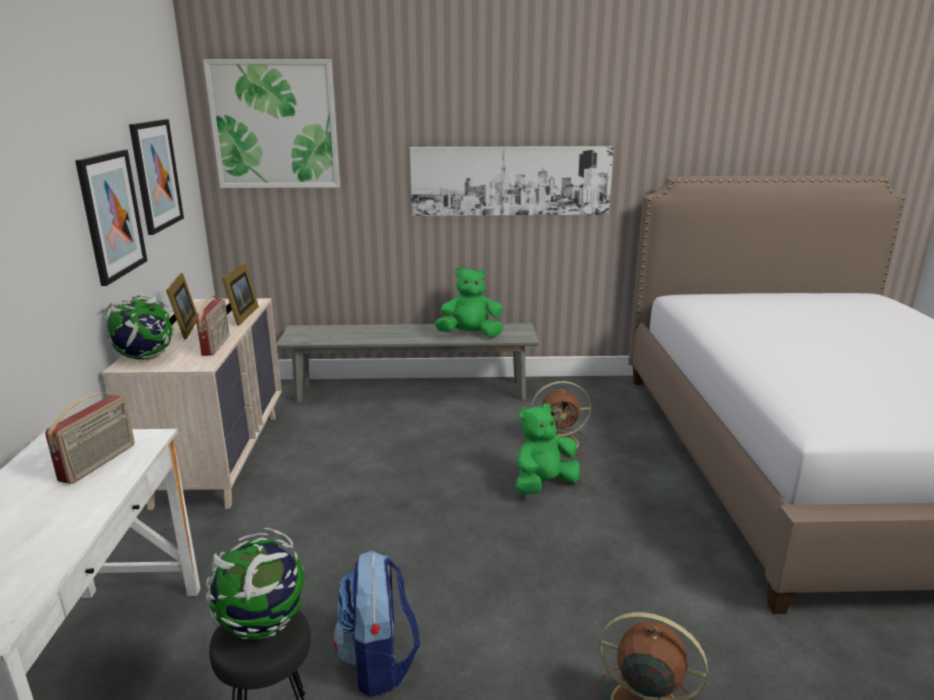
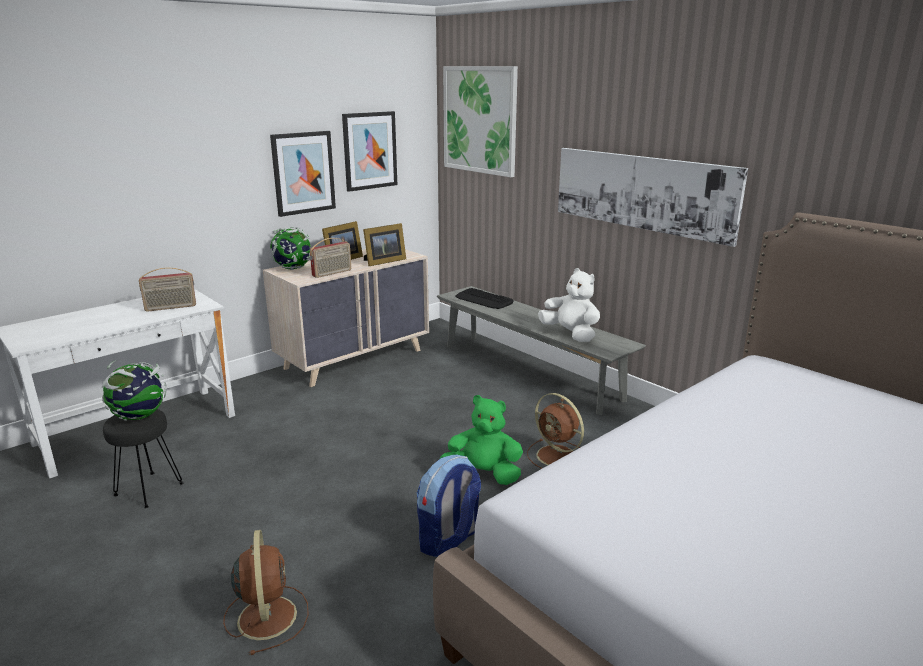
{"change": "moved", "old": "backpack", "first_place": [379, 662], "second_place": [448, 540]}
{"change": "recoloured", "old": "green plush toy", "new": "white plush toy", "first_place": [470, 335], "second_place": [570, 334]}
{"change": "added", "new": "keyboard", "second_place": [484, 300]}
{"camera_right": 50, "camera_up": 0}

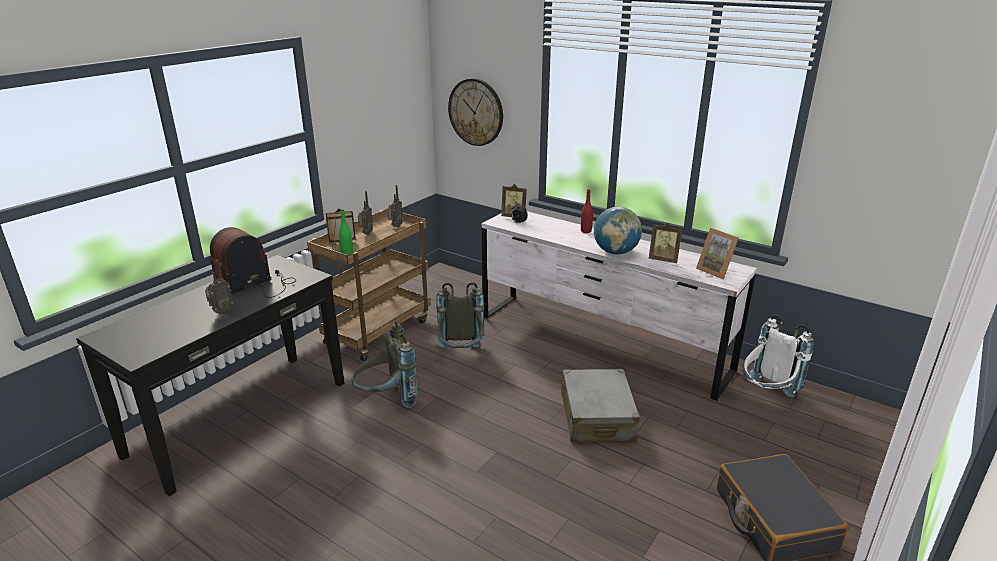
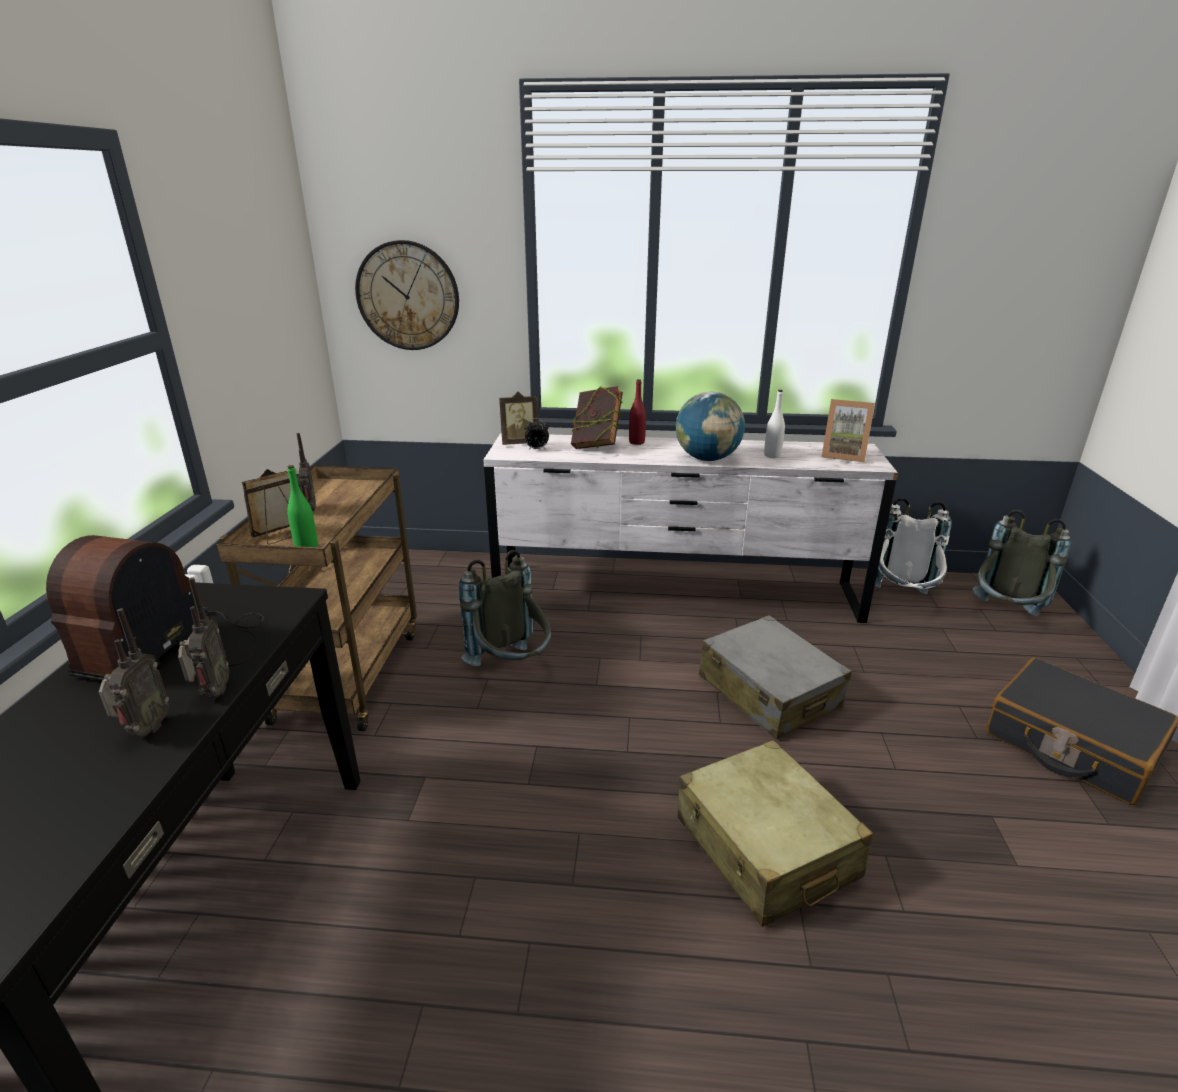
{"change": "moved", "old": "grey backpack", "first_place": [387, 400], "second_place": [1004, 616]}
{"change": "moved", "old": "radio", "first_place": [395, 226], "second_place": [212, 694]}
{"change": "replaced", "old": "picture frame", "new": "white bottle", "first_place": [663, 259], "second_place": [772, 455]}
{"change": "added", "new": "book", "second_place": [596, 446]}
{"change": "added", "new": "beige suitcase", "second_place": [765, 848]}
{"camera_right": -30, "camera_up": 0}

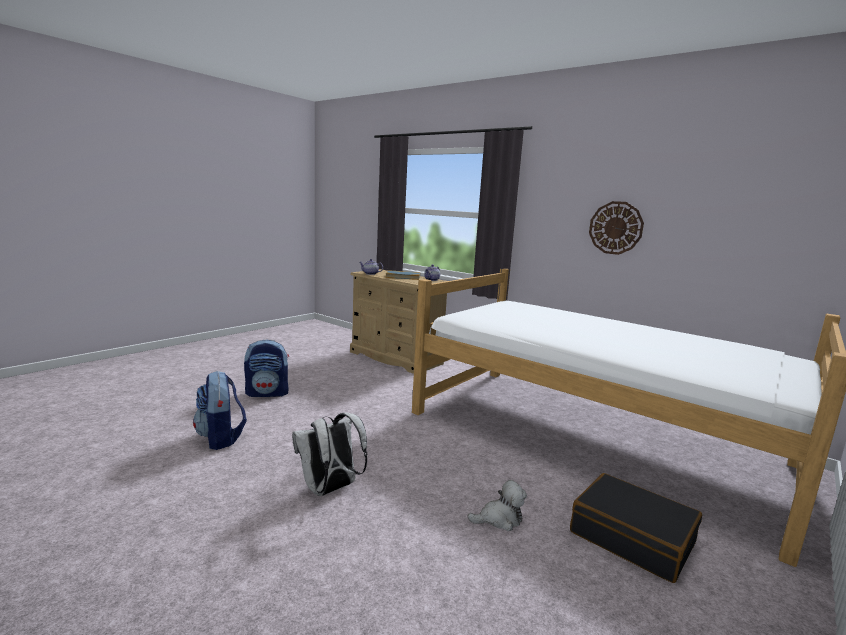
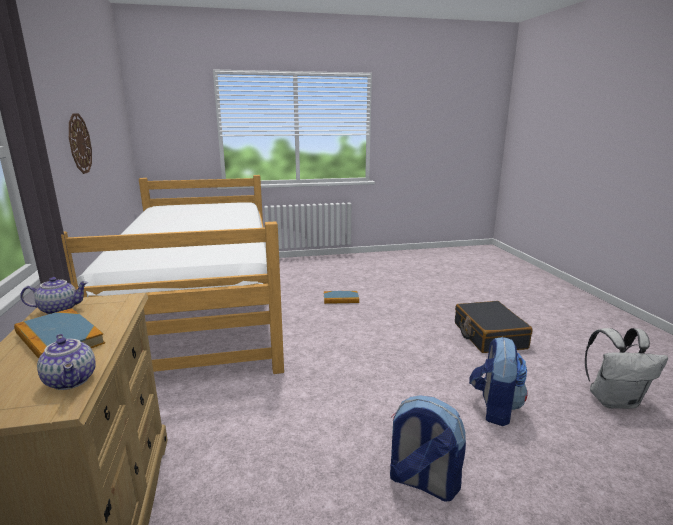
{"change": "moved", "old": "white backpack", "first_place": [330, 489], "second_place": [614, 400]}
{"change": "replaced", "old": "plush toy", "new": "book", "first_place": [499, 519], "second_place": [341, 299]}
{"change": "moved", "old": "black suitcase", "first_place": [632, 537], "second_place": [489, 335]}
{"camera_right": -140, "camera_up": 5}

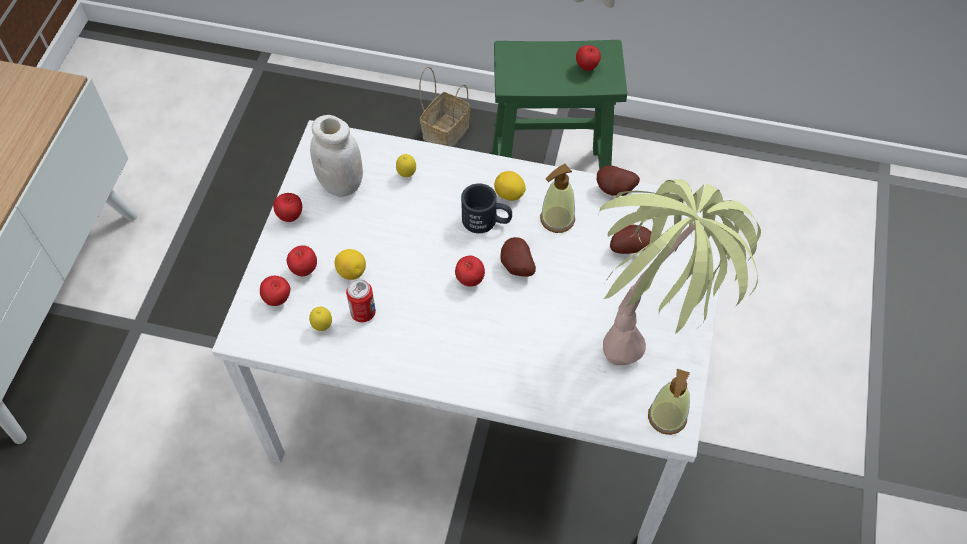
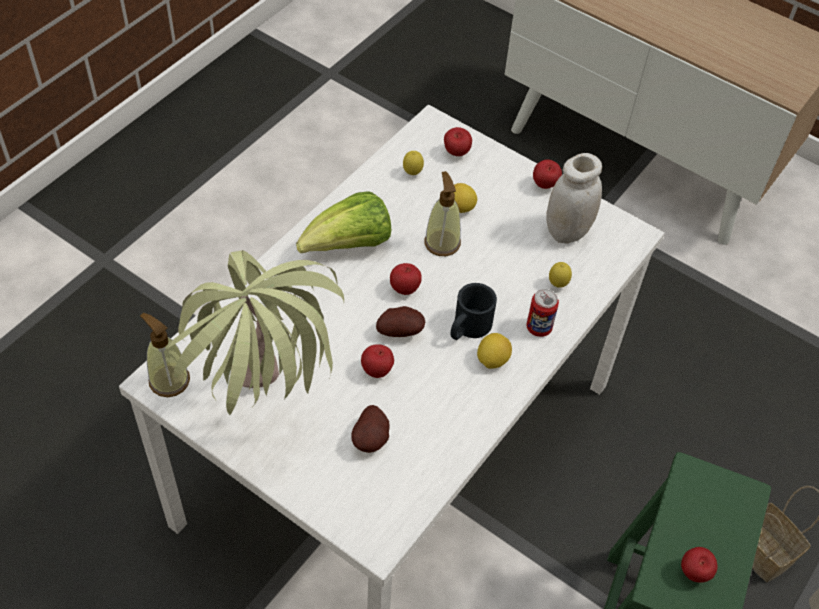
{"change": "moved", "old": "apple", "first_place": [304, 269], "second_place": [377, 371]}
{"change": "moved", "old": "can", "first_place": [363, 313], "second_place": [539, 328]}
{"change": "moved", "old": "soap dispenser", "first_place": [557, 219], "second_place": [442, 242]}
{"change": "removed", "old": "potato", "first_place": [615, 191]}
{"change": "added", "new": "lettuce", "second_place": [349, 246]}
{"camera_right": 110, "camera_up": -5}

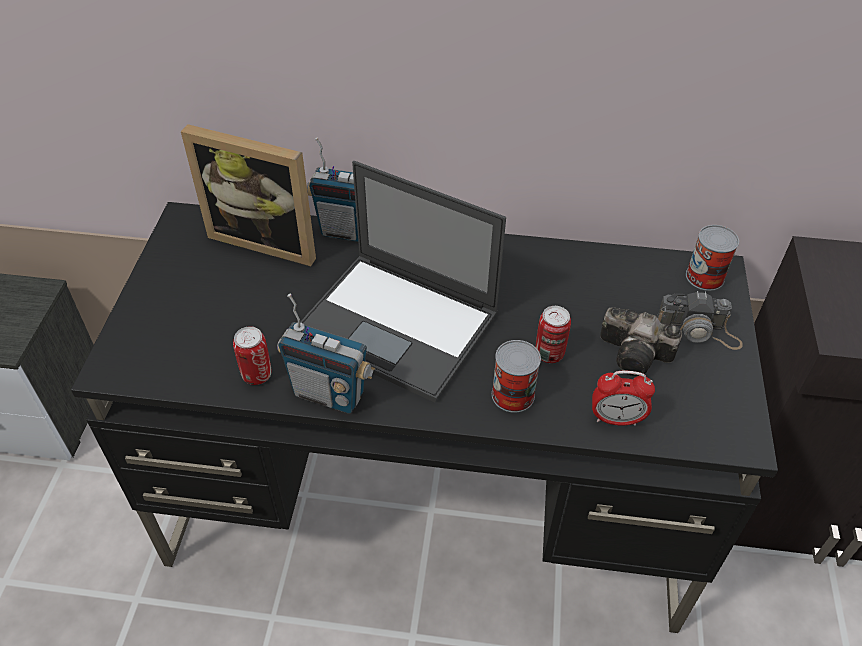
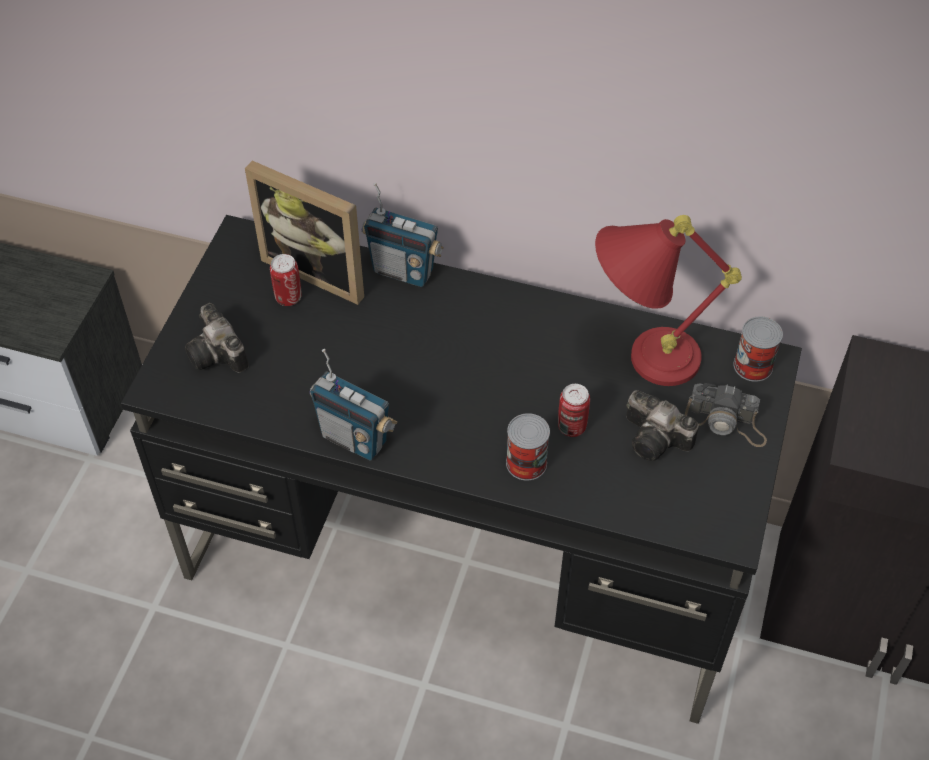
{"change": "moved", "old": "can", "first_place": [257, 375], "second_place": [288, 297]}
{"change": "removed", "old": "laptop", "first_place": [399, 325]}
{"change": "removed", "old": "alarm clock", "first_place": [616, 419]}
{"change": "added", "new": "photo camera", "second_place": [219, 355]}
{"change": "added", "new": "red table lamp", "second_place": [639, 359]}
{"camera_right": 10, "camera_up": 5}

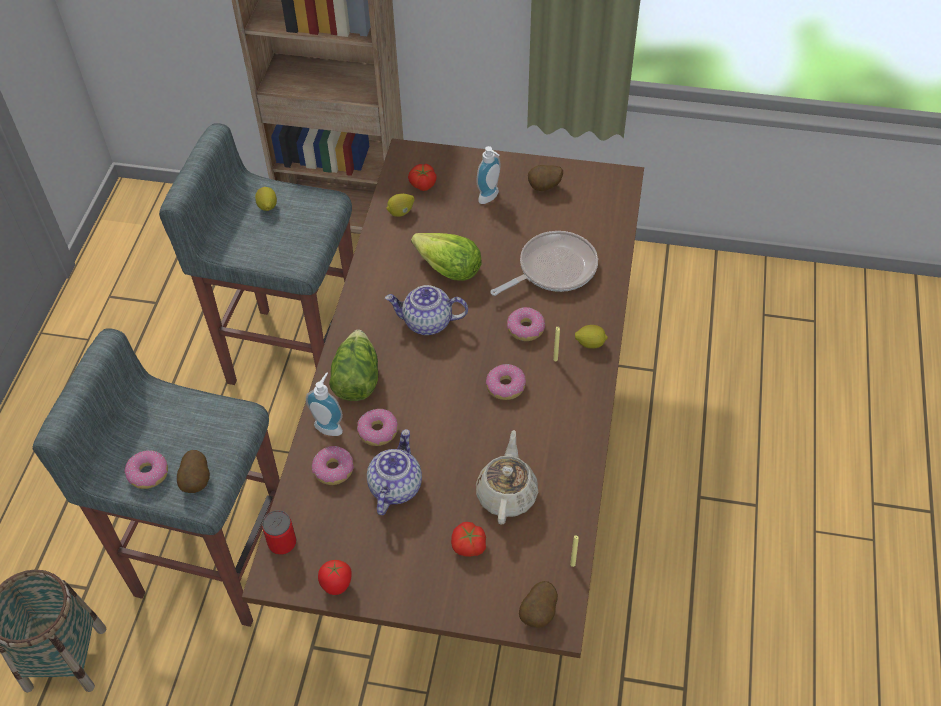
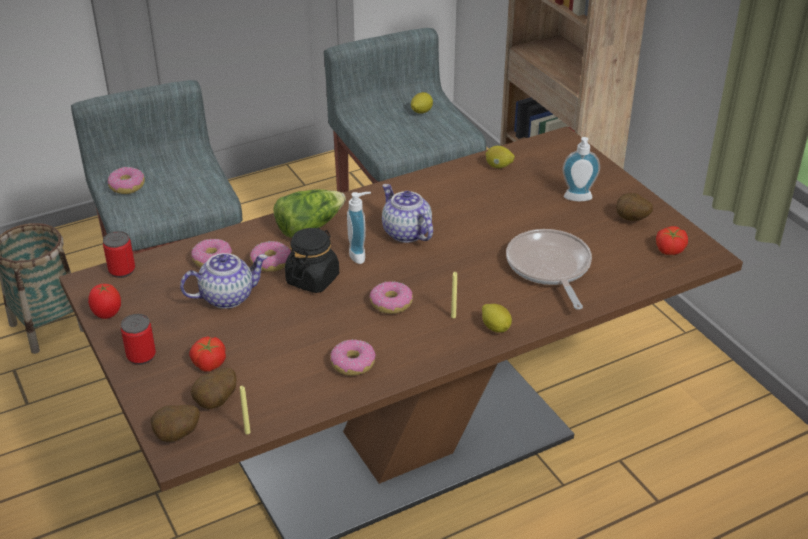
{"change": "moved", "old": "potato", "first_place": [197, 481], "second_place": [217, 402]}
{"change": "moved", "old": "soap dispenser", "first_place": [330, 425], "second_place": [360, 254]}
{"change": "moved", "old": "tomato", "first_place": [422, 184], "second_place": [669, 249]}
{"change": "removed", "old": "lettuce", "first_place": [447, 269]}
{"change": "removed", "old": "beige teapot", "first_place": [507, 493]}
{"change": "turned", "old": "frying pan", "first_place": [553, 269], "second_place": [549, 268], "degrees": -120}
{"change": "moved", "old": "donut", "first_place": [526, 329], "second_place": [353, 364]}
{"change": "added", "new": "can", "second_place": [141, 356]}
{"change": "added", "new": "black jar", "second_place": [312, 279]}
{"camera_right": 50, "camera_up": -15}

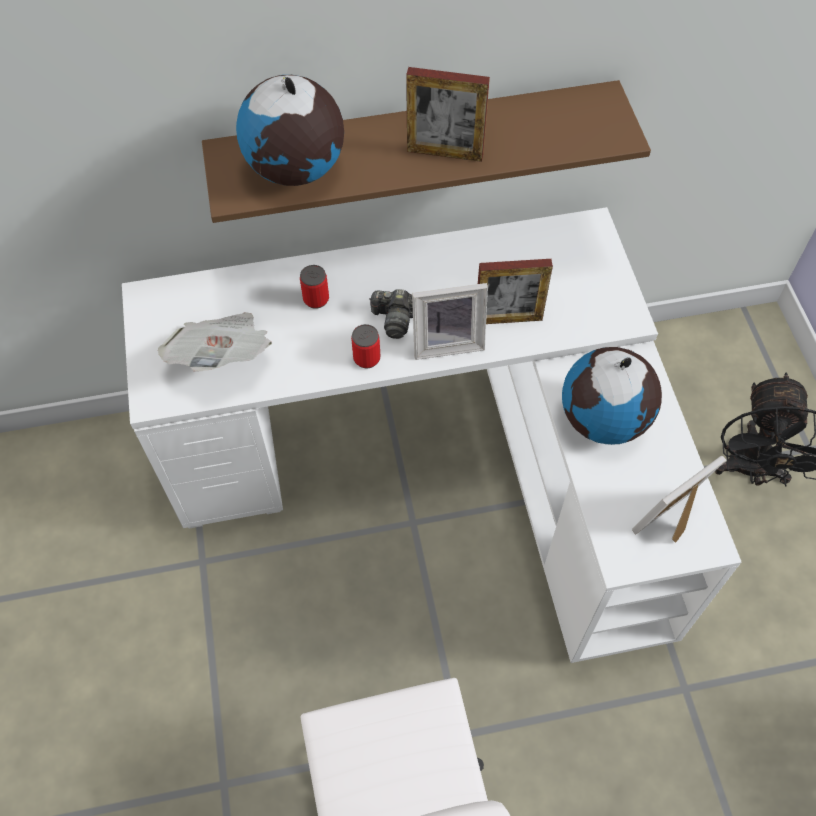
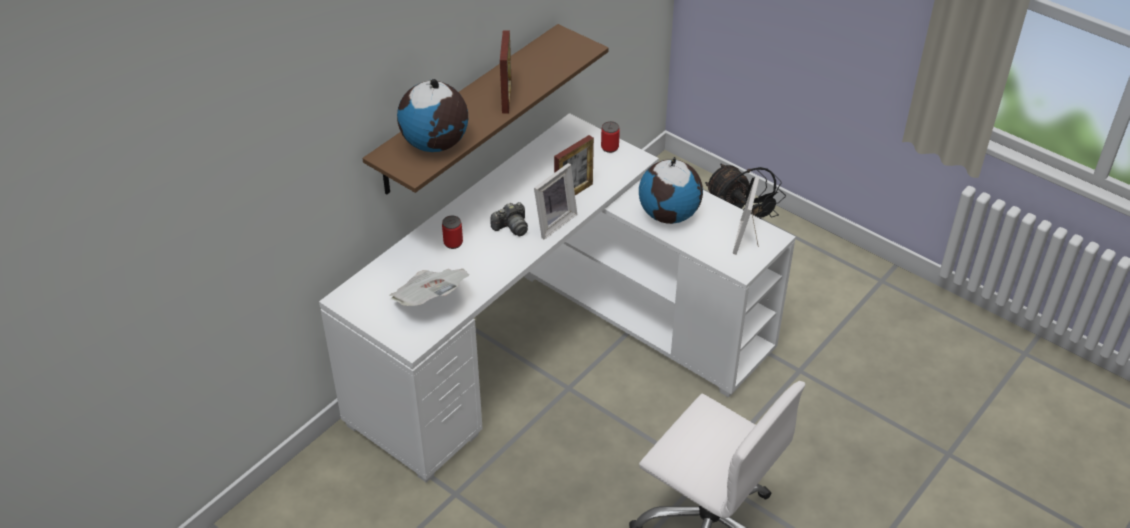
{"change": "moved", "old": "can", "first_place": [366, 358], "second_place": [609, 147]}
{"change": "turned", "old": "picture frame", "first_place": [445, 153], "second_place": [506, 98], "degrees": -60}
{"camera_right": -40, "camera_up": -15}

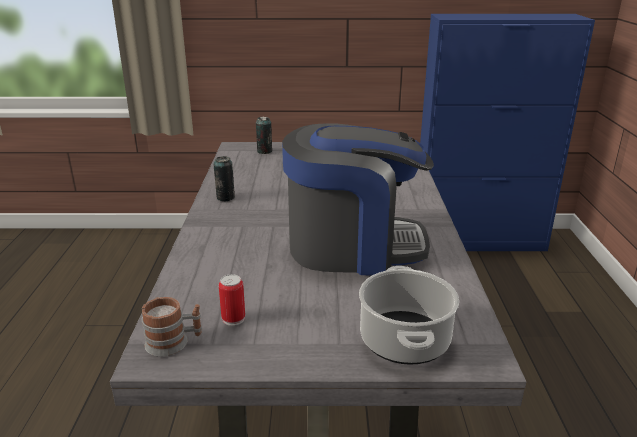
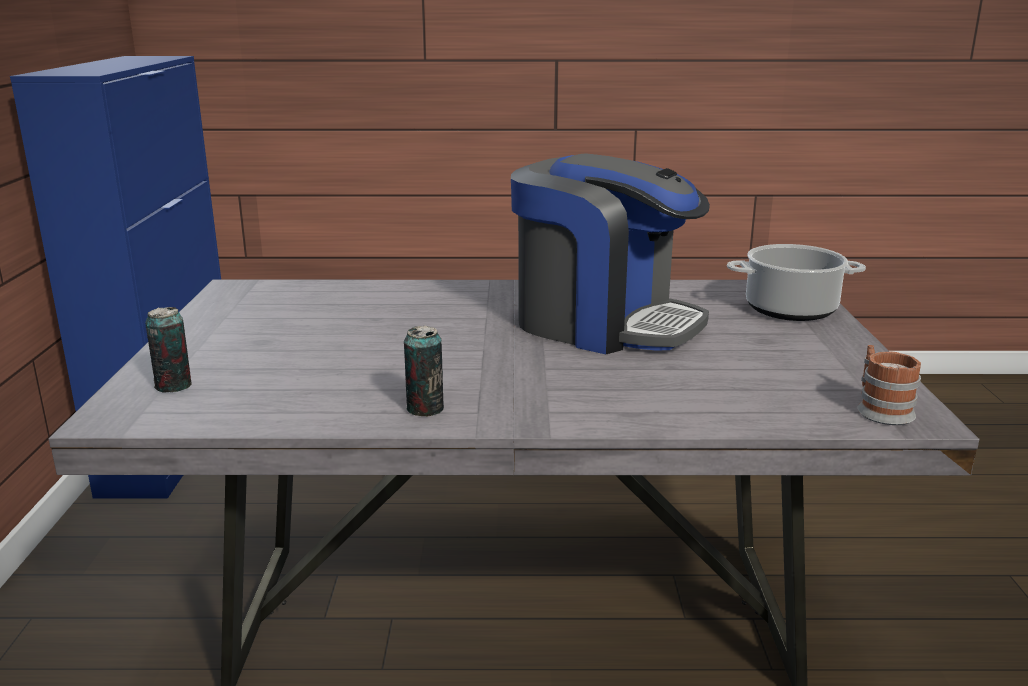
{"change": "removed", "old": "can", "first_place": [233, 319]}
{"change": "turned", "old": "coffee machine", "first_place": [353, 247], "second_place": [603, 324], "degrees": 120}
{"camera_right": -90, "camera_up": -5}

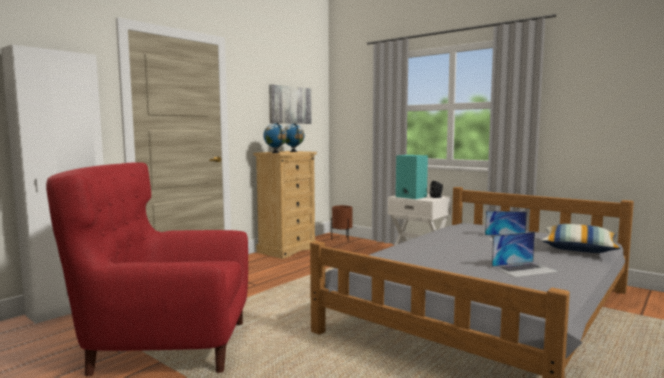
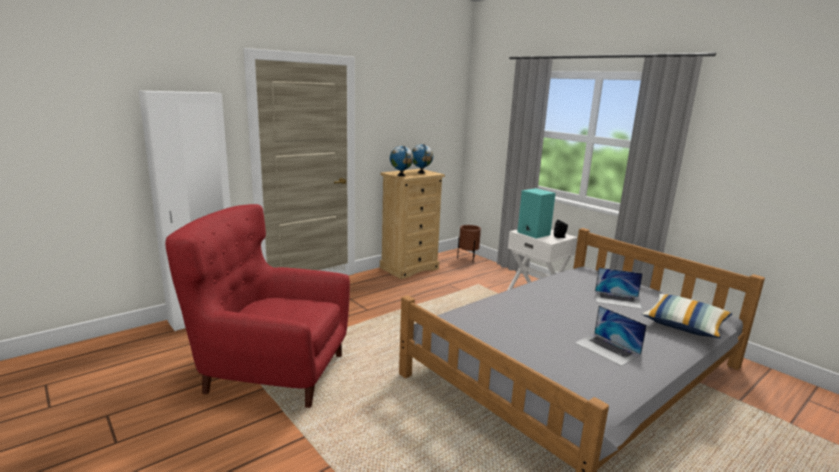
{"change": "removed", "old": "picture", "first_place": [290, 105]}
{"change": "turned", "old": "laptop", "first_place": [524, 269], "second_place": [607, 349], "degrees": 60}
{"camera_right": 10, "camera_up": 10}

